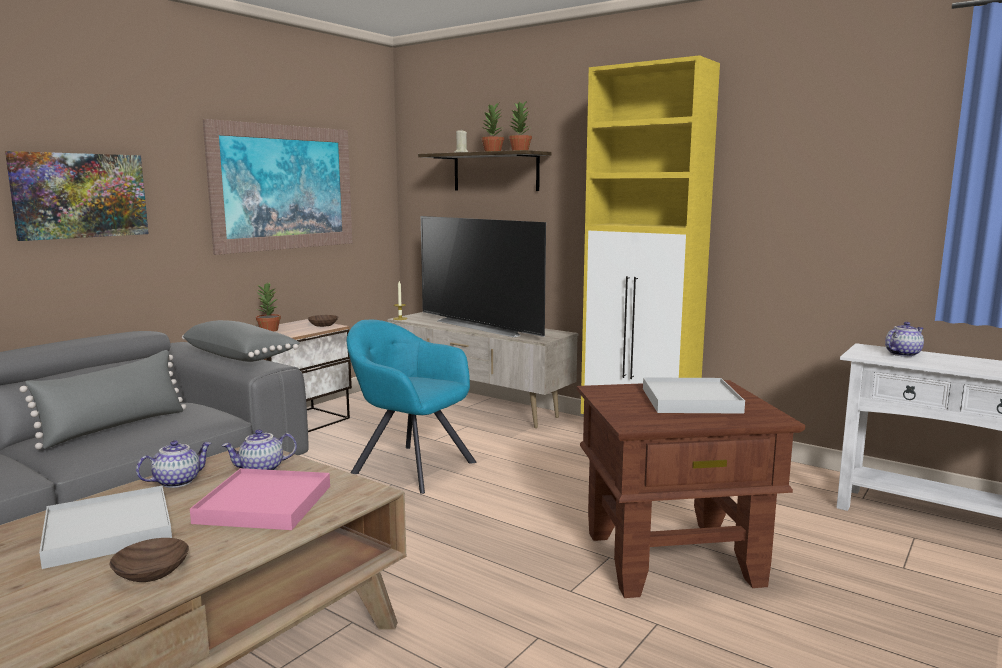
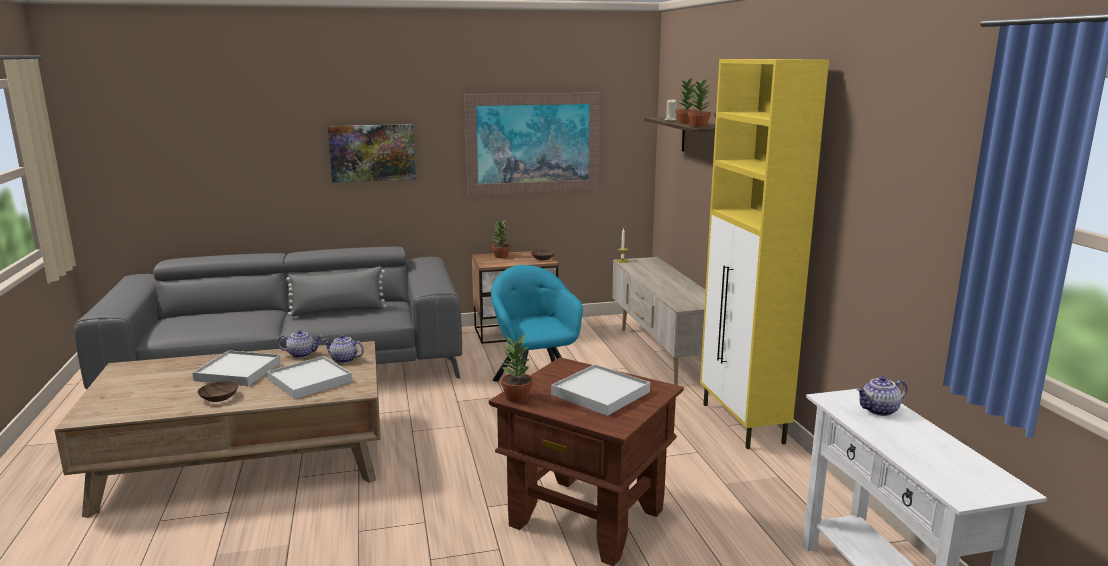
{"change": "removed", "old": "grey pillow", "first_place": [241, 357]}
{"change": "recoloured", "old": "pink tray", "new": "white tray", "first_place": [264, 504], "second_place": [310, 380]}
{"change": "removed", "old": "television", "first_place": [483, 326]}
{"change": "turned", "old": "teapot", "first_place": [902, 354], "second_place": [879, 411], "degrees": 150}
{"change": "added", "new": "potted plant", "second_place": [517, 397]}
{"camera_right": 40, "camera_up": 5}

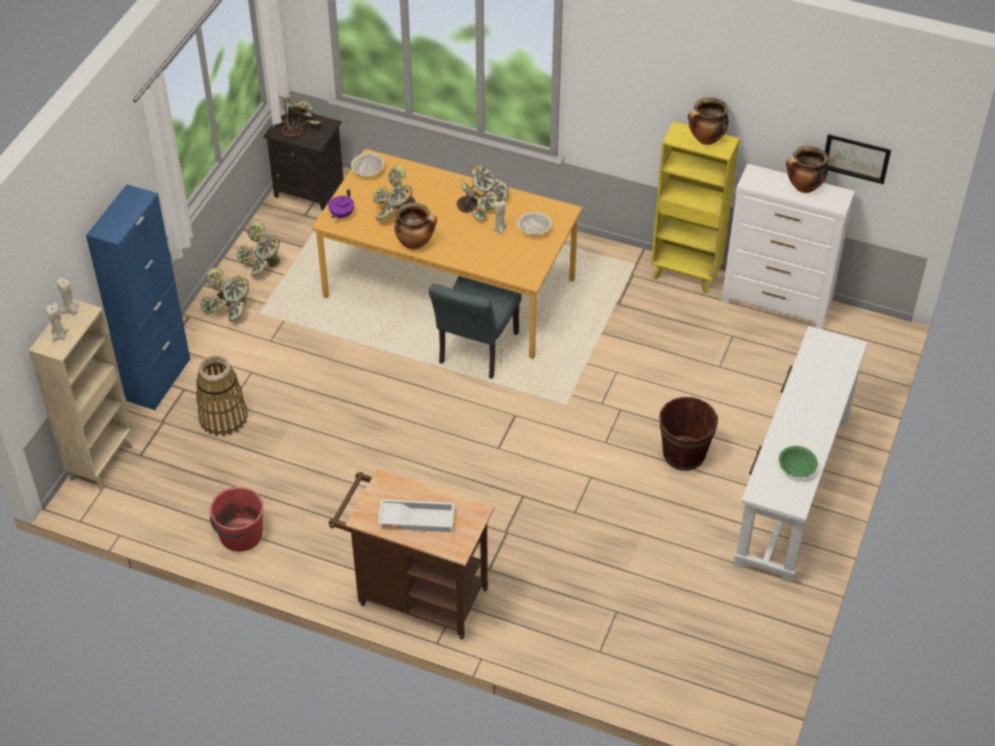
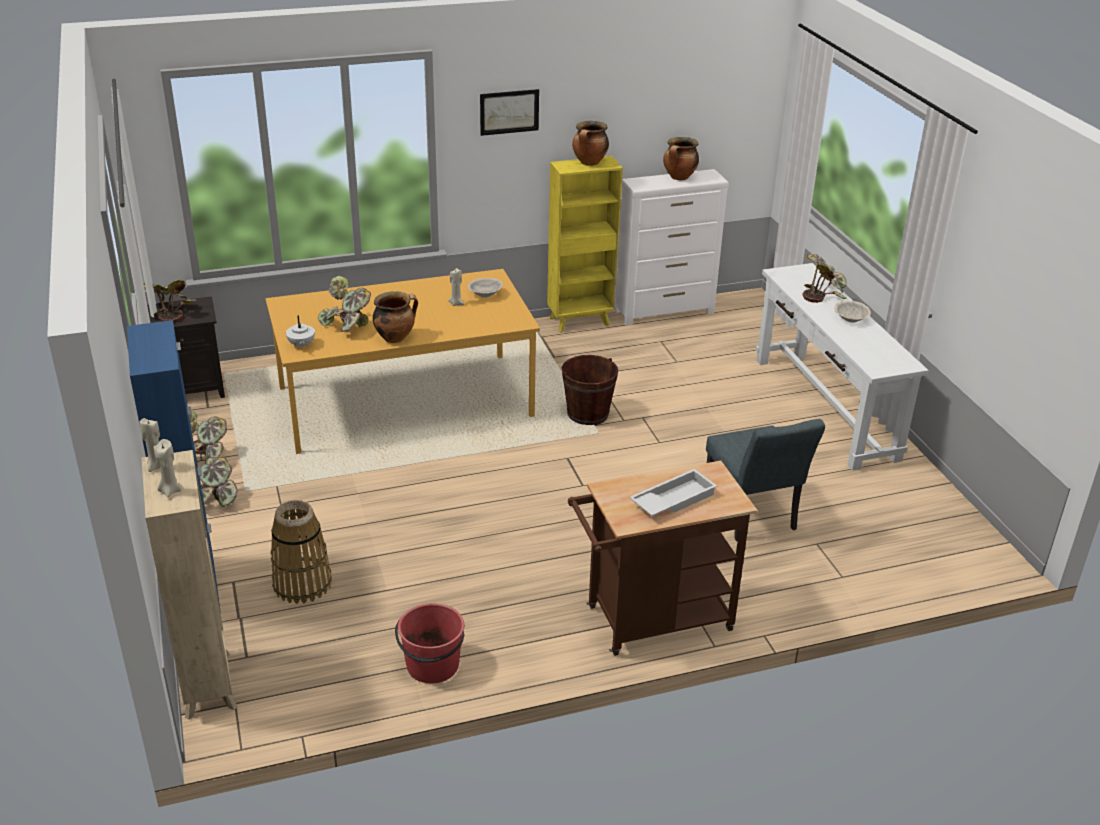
{"change": "recoloured", "old": "purple teapot", "new": "white teapot", "first_place": [341, 215], "second_place": [301, 345]}
{"change": "moved", "old": "beige bowl", "first_place": [368, 171], "second_place": [851, 319]}
{"change": "moved", "old": "grey chair", "first_place": [475, 353], "second_place": [752, 517]}
{"change": "moved", "old": "potted plant", "first_place": [482, 205], "second_place": [823, 293]}
{"change": "moved", "old": "brown bucket", "first_place": [684, 454], "second_place": [588, 414]}
{"change": "removed", "old": "green bowl", "first_place": [796, 468]}
{"change": "moved", "old": "picture", "first_place": [856, 158], "second_place": [509, 112]}
{"camera_right": -40, "camera_up": -15}

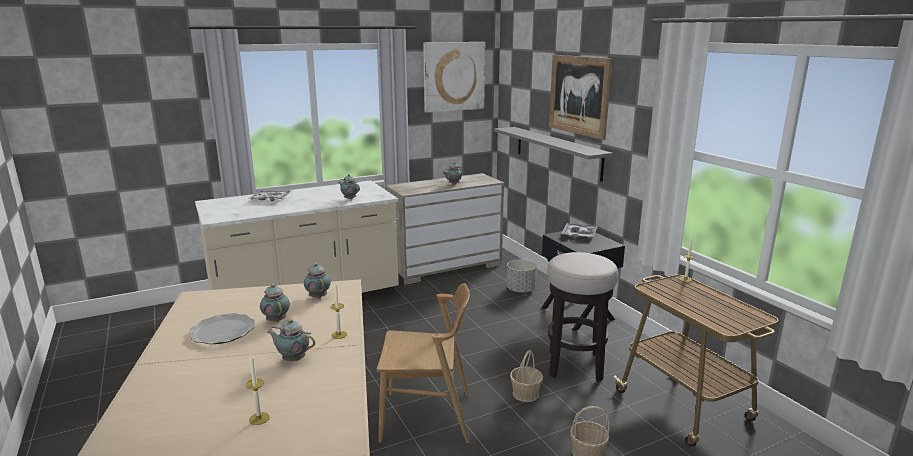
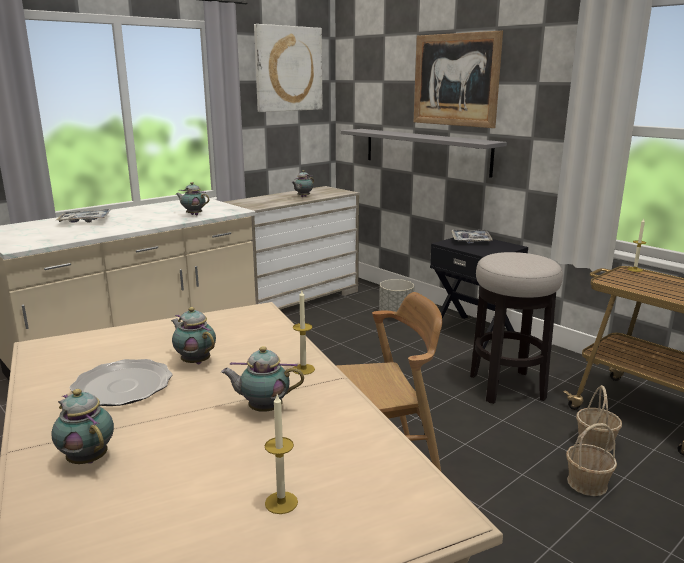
{"change": "moved", "old": "teapot", "first_place": [318, 296], "second_place": [87, 458]}
{"change": "moved", "old": "basket", "first_place": [526, 394], "second_place": [595, 442]}
{"camera_right": -15, "camera_up": 0}

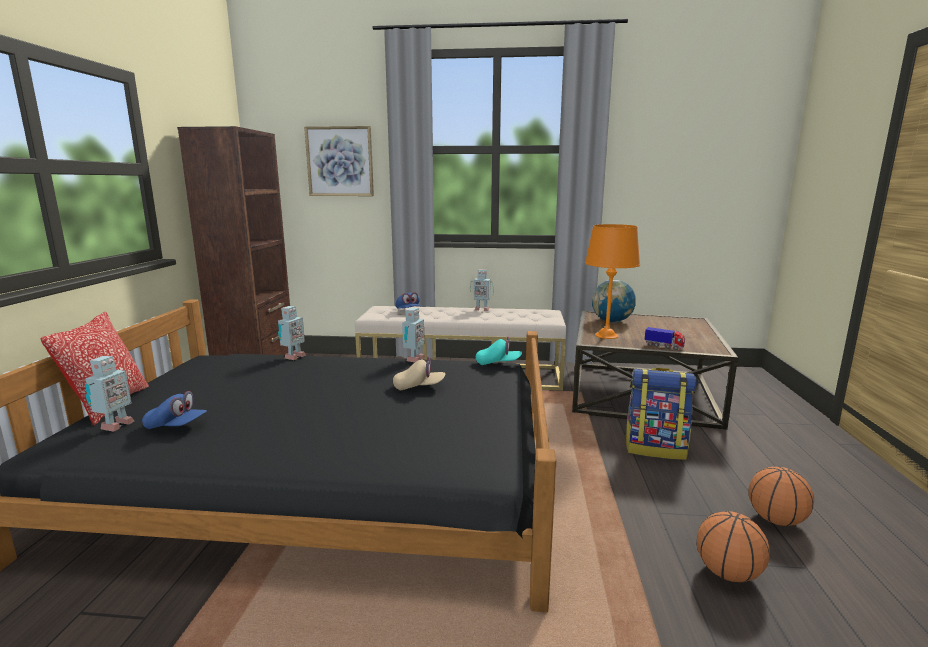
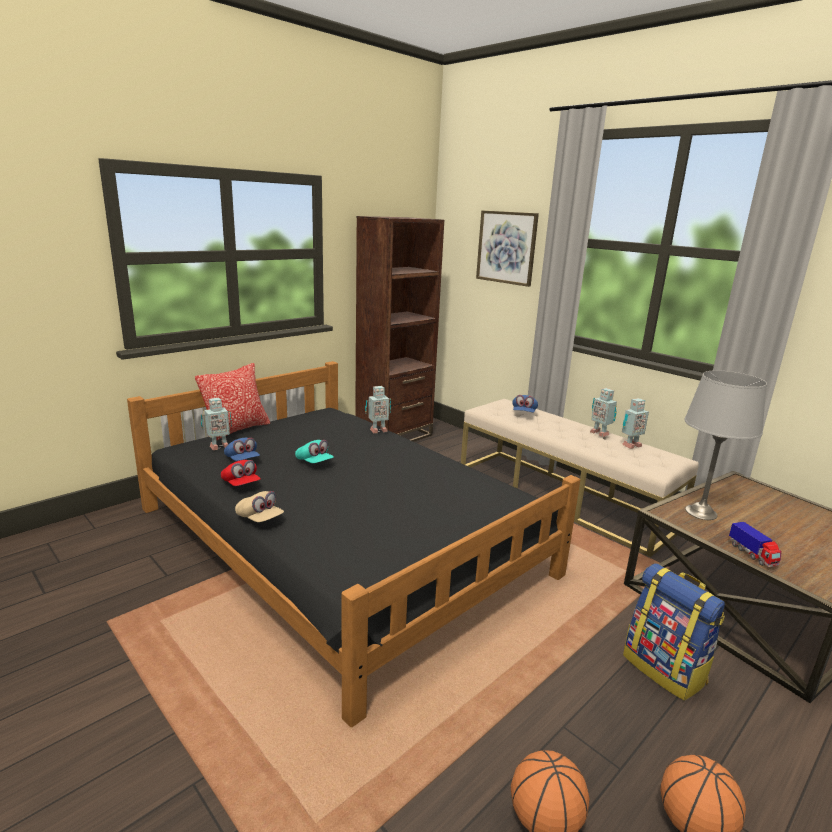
{"change": "moved", "old": "beige cap", "first_place": [419, 387], "second_place": [260, 518]}
{"change": "moved", "old": "toy robot", "first_place": [413, 359], "second_place": [630, 445]}
{"change": "moved", "old": "turquoise cap", "first_place": [498, 363], "second_place": [314, 462]}
{"change": "recoloured", "old": "orange table lamp", "new": "grey table lamp", "first_place": [606, 335], "second_place": [700, 512]}
{"change": "removed", "old": "globe", "first_place": [612, 321]}
{"change": "added", "new": "red cap", "second_place": [241, 484]}
{"camera_right": 40, "camera_up": 5}

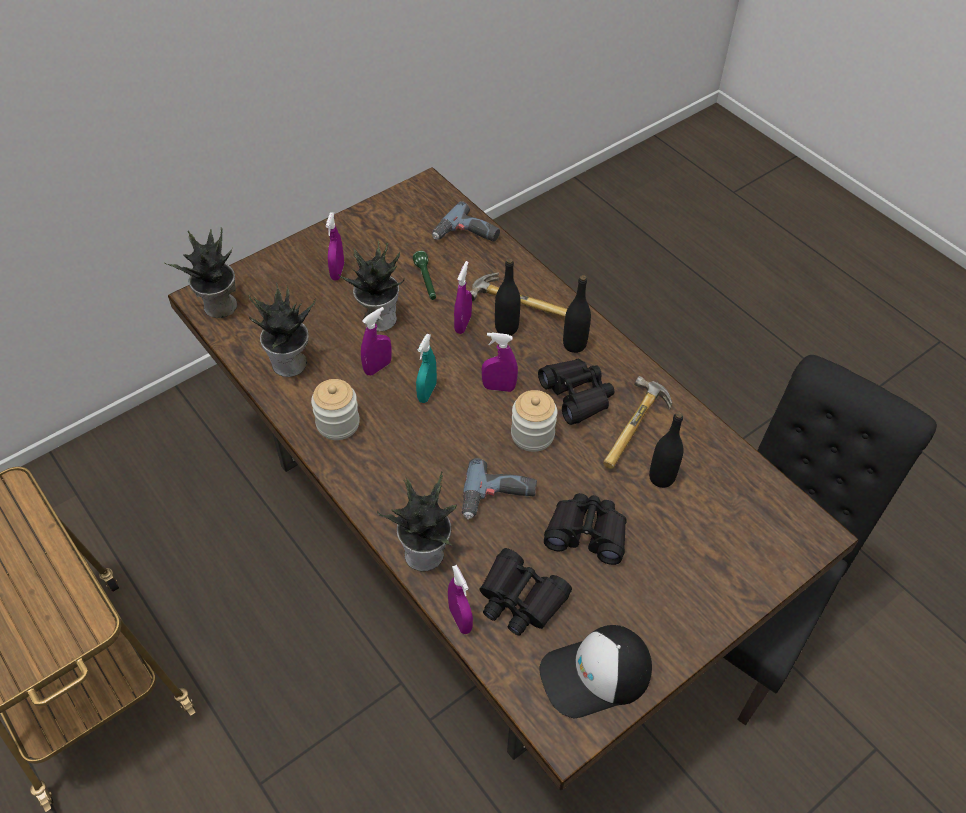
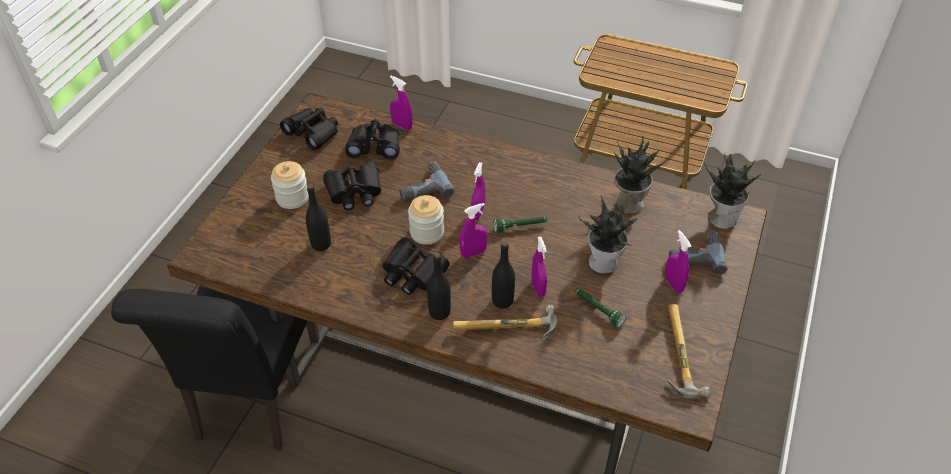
{"change": "moved", "old": "jar", "first_place": [338, 423], "second_place": [292, 198]}
{"change": "moved", "old": "purple spray bottle", "first_place": [378, 367], "second_place": [478, 213]}
{"change": "removed", "old": "potted plant", "first_place": [426, 554]}
{"change": "replaced", "old": "turquoise spray bottle", "new": "green flashlight", "first_place": [427, 392], "second_place": [520, 227]}
{"change": "moved", "old": "power drill", "first_place": [466, 235], "second_place": [695, 254]}
{"change": "replaced", "old": "cap", "new": "black binoculars", "first_place": [595, 675], "second_place": [313, 133]}
{"change": "moved", "old": "hammer", "first_place": [638, 430], "second_place": [675, 354]}
{"camera_right": 150, "camera_up": -5}

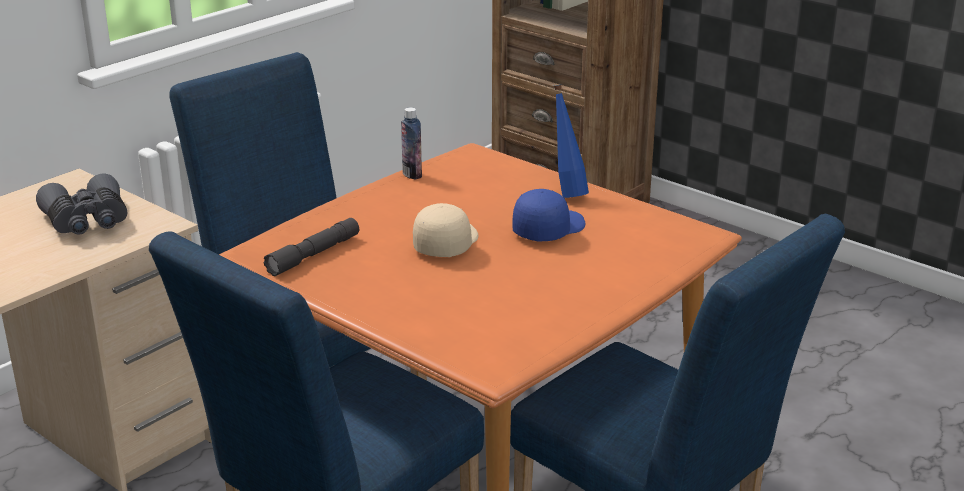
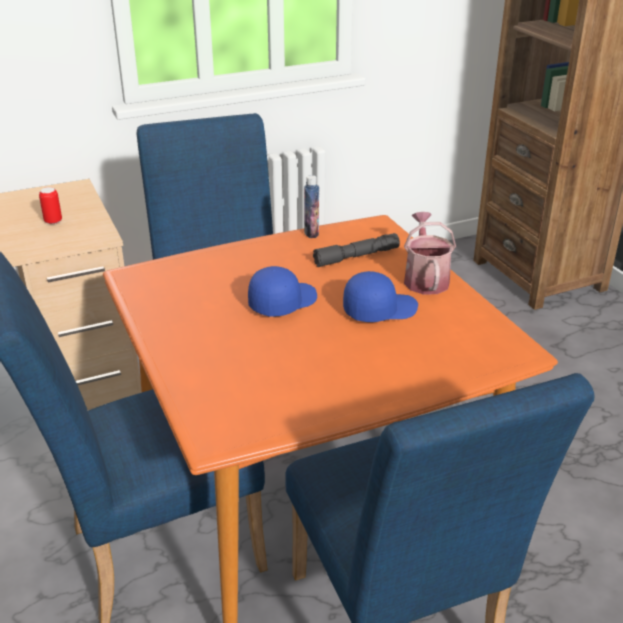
{"change": "replaced", "old": "grey binoculars", "new": "can", "first_place": [87, 221], "second_place": [53, 221]}
{"change": "moved", "old": "grey flashlight", "first_place": [314, 255], "second_place": [356, 257]}
{"change": "recoloured", "old": "beige cap", "new": "blue cap", "first_place": [445, 243], "second_place": [282, 302]}
{"change": "replaced", "old": "blue bottle", "new": "watering can", "first_place": [567, 193], "second_place": [425, 278]}
{"camera_right": 25, "camera_up": 5}

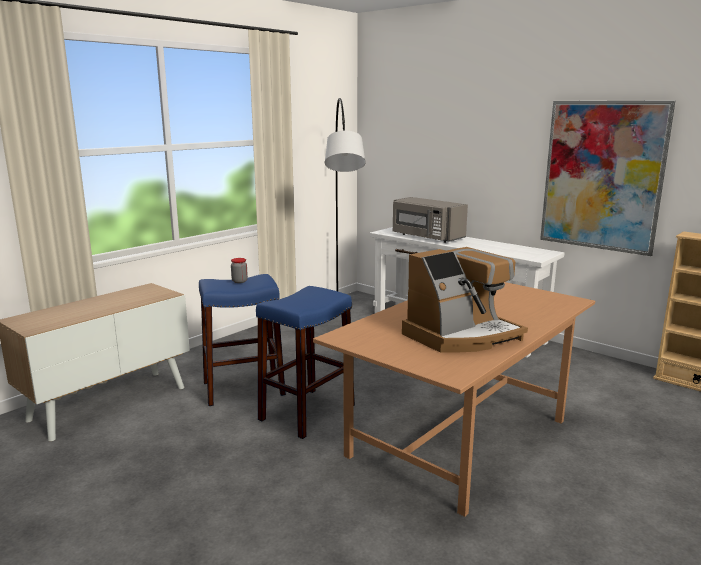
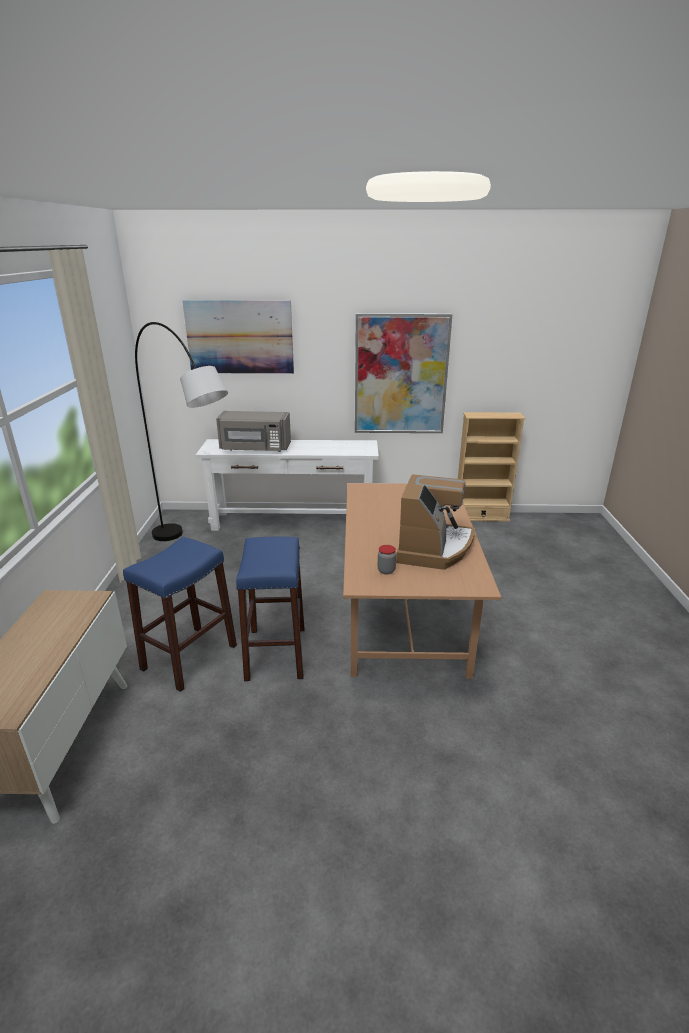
{"change": "moved", "old": "jar", "first_place": [239, 281], "second_place": [386, 570]}
{"change": "added", "new": "picture", "second_place": [240, 337]}
{"camera_right": -40, "camera_up": 10}

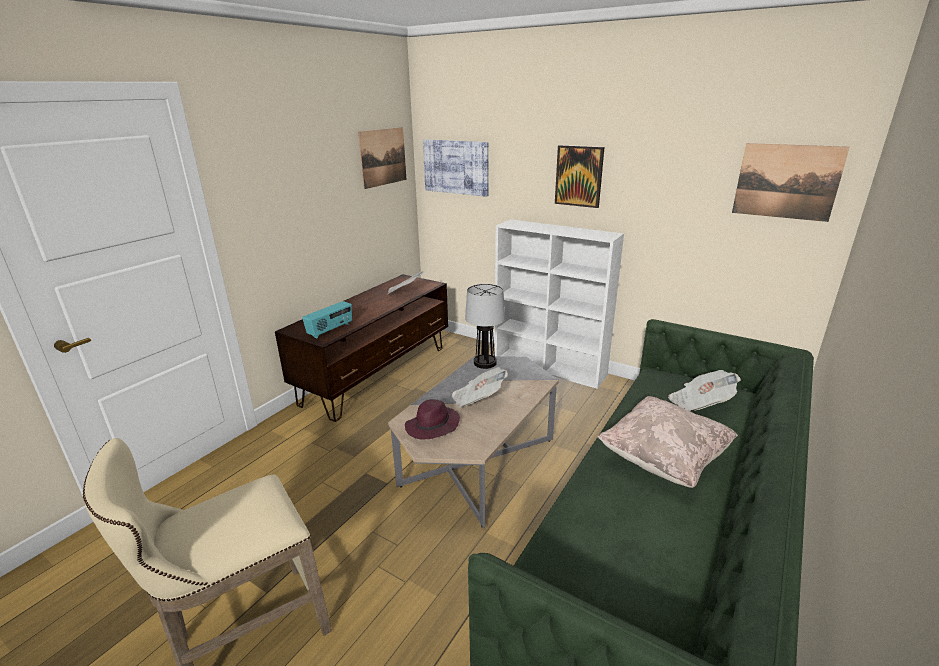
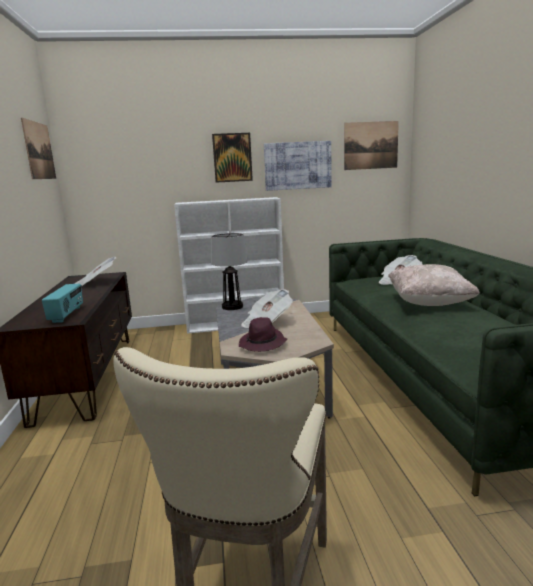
{"change": "moved", "old": "picture", "first_place": [456, 167], "second_place": [297, 165]}
{"camera_right": -40, "camera_up": -10}

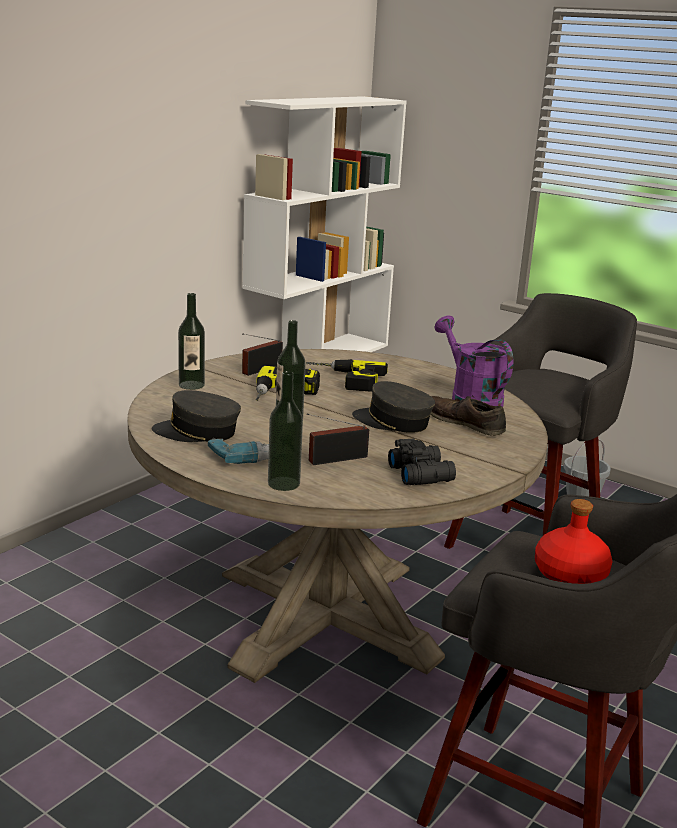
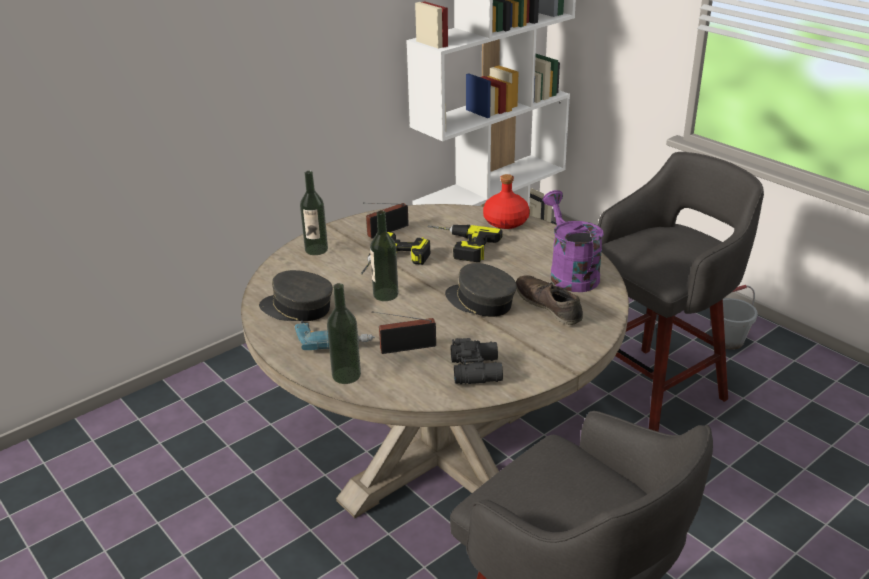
{"change": "moved", "old": "red bottle", "first_place": [571, 575], "second_place": [506, 222]}
{"camera_right": 15, "camera_up": 10}

